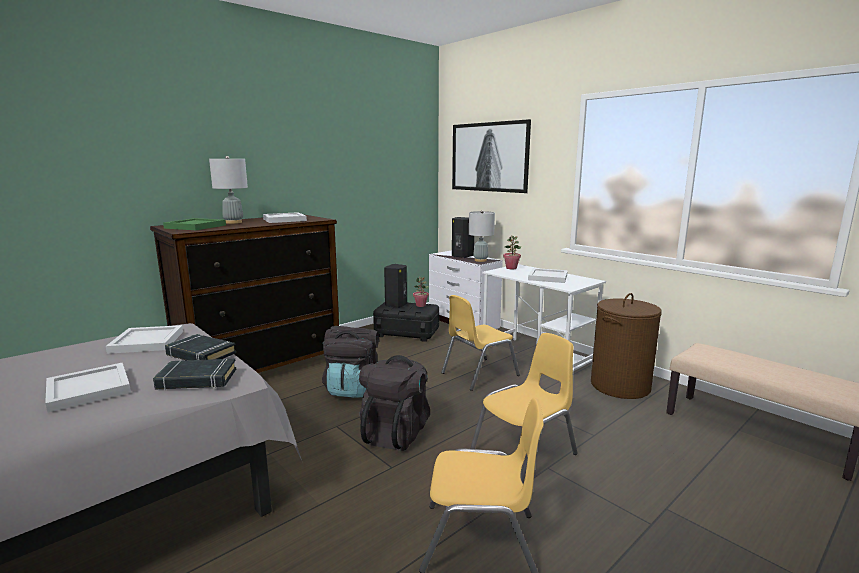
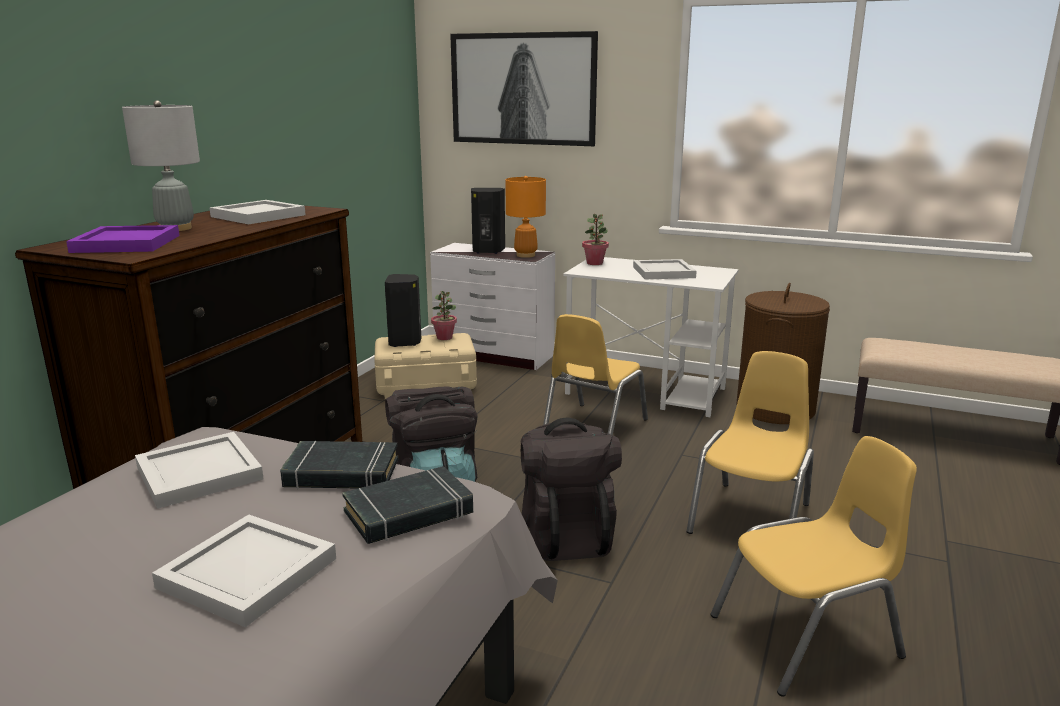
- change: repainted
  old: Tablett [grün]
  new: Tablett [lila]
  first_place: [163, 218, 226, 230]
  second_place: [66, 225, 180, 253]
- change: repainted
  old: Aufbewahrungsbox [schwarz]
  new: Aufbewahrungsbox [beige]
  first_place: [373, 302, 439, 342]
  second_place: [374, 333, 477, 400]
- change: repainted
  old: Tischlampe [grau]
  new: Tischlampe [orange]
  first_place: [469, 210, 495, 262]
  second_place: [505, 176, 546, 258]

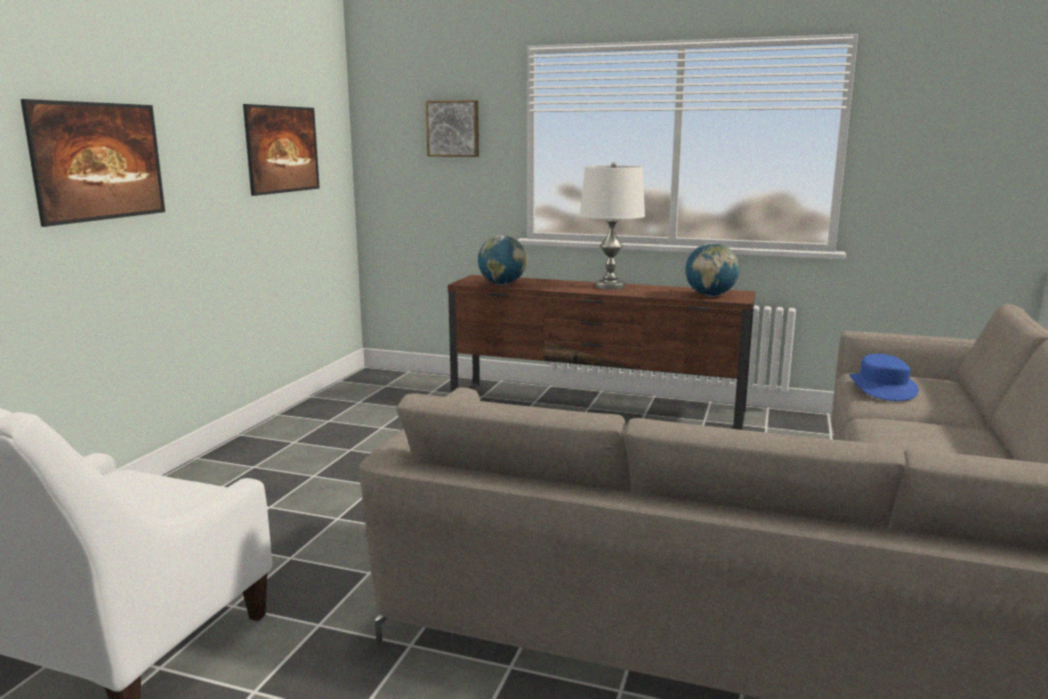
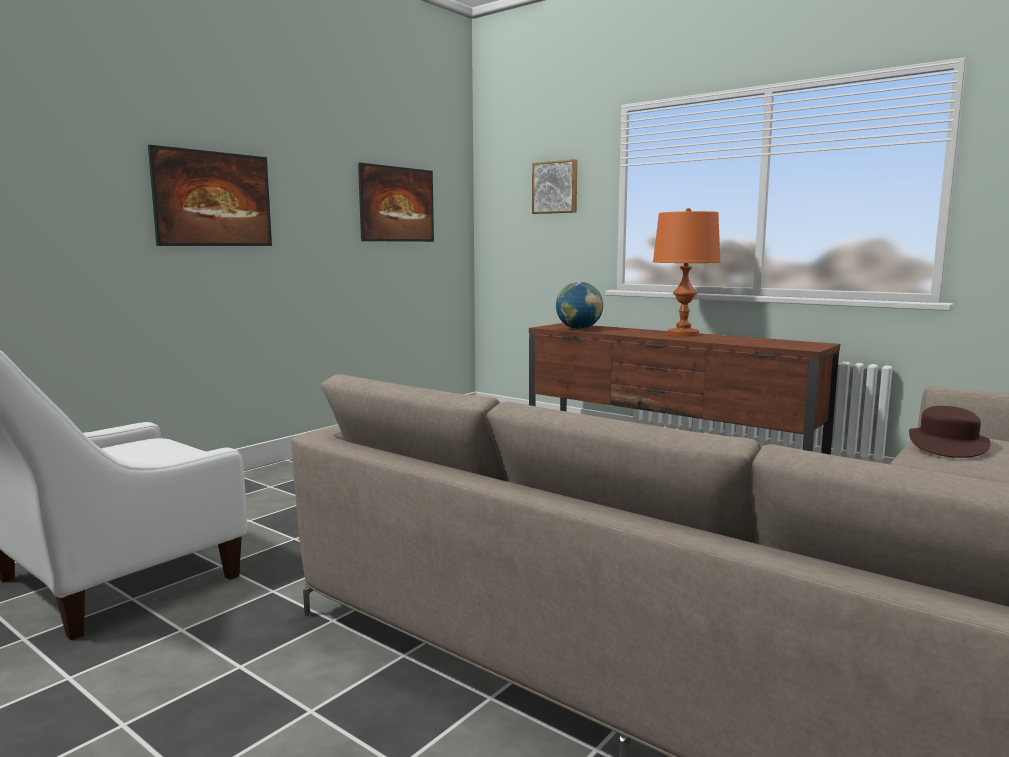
- change: repainted
  old: Tischlampe [weiß]
  new: Tischlampe [orange]
  first_place: [580, 162, 645, 290]
  second_place: [653, 208, 721, 337]
- change: gone
  old: Globus
  first_place: [685, 243, 740, 297]
- change: repainted
  old: Hut [blau]
  new: Hut [braun]
  first_place: [849, 354, 919, 401]
  second_place: [909, 406, 991, 458]

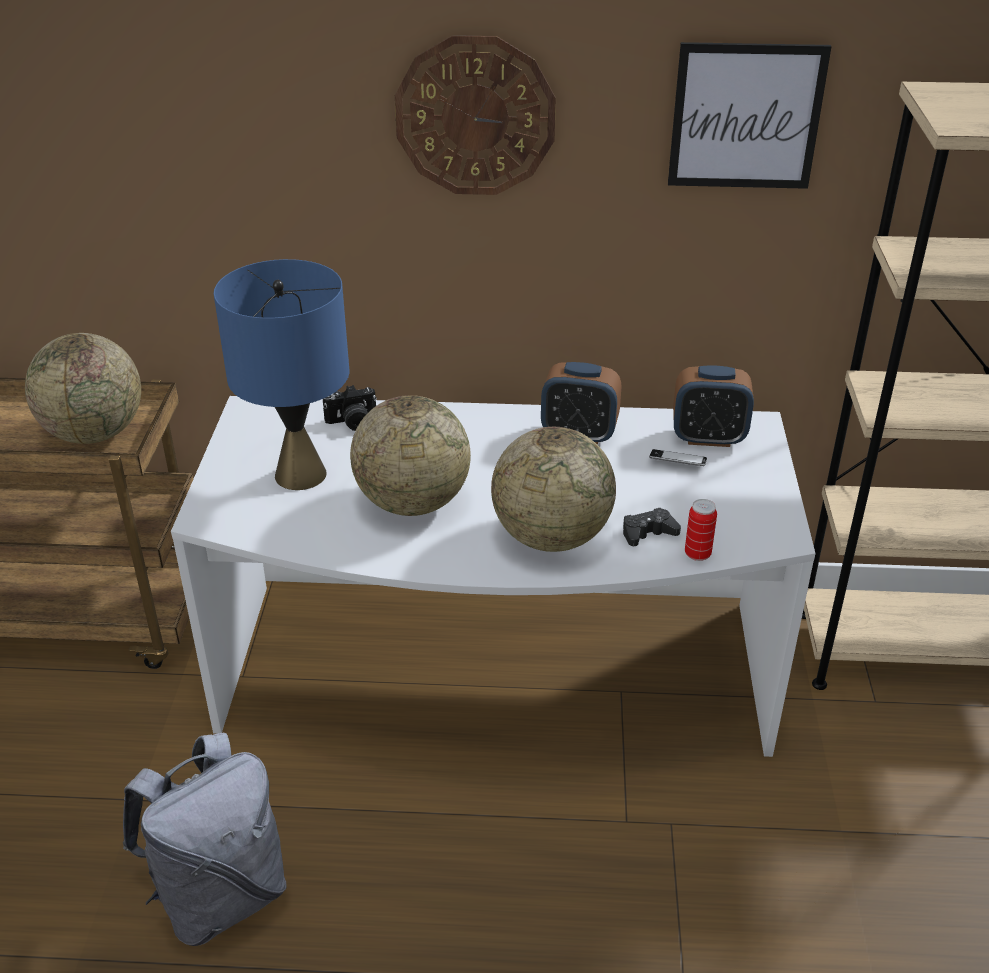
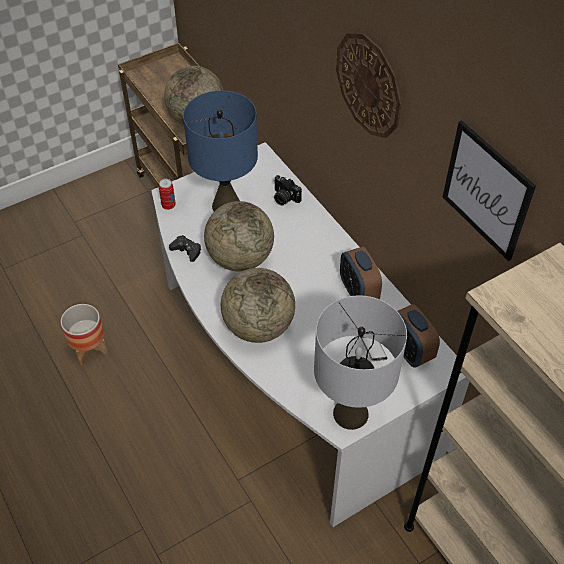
- change: swapped
  old: Rucksack [grau]
  new: Pflanzkübel
  first_place: [123, 733, 287, 946]
  second_place: [60, 304, 108, 365]
- change: shifted
  old: Gamepad [schwarz]
  first_place: [623, 508, 681, 546]
  second_place: [169, 235, 201, 262]
- change: shifted
  old: Dose
  first_place: [685, 499, 717, 561]
  second_place: [159, 179, 176, 210]
- change: new
  new: Tischlampe [grau]
  second_place: [314, 295, 407, 430]

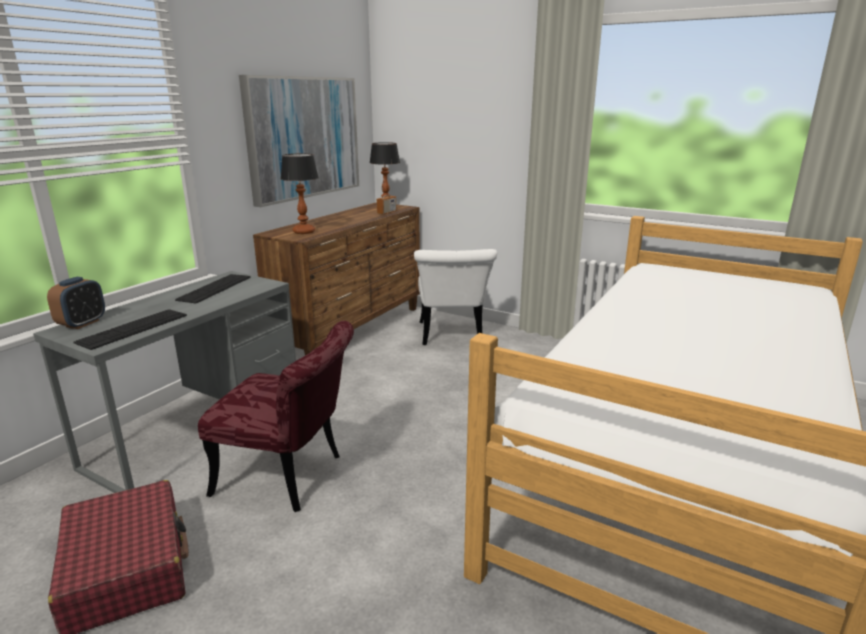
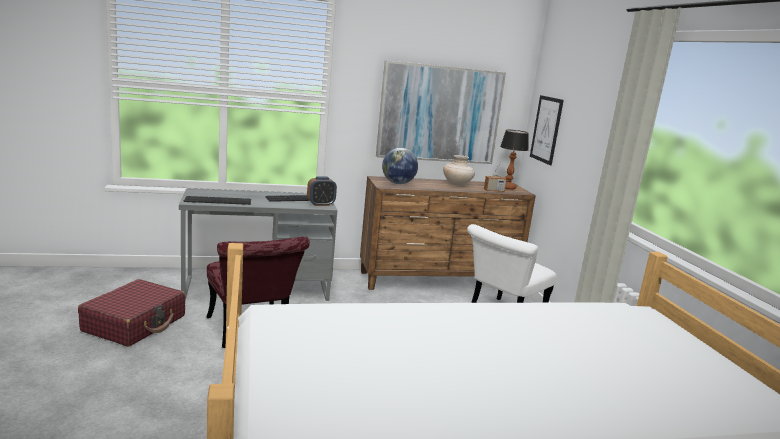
- change: shifted
  old: Wecker
  first_place: [47, 277, 105, 329]
  second_place: [307, 176, 337, 206]
- change: swapped
  old: Tischlampe
  new: Globus
  first_place: [281, 154, 319, 234]
  second_place: [382, 148, 418, 184]
- change: new
  new: Vase [beige]
  second_place: [443, 155, 475, 186]
- change: new
  new: Bild
  second_place: [530, 95, 564, 166]

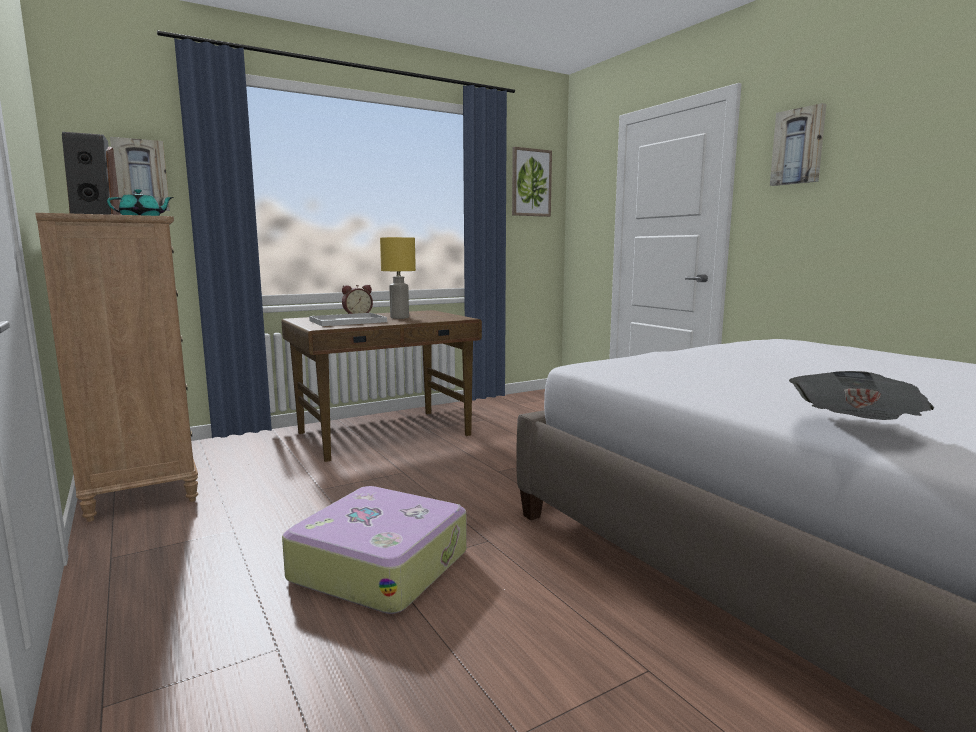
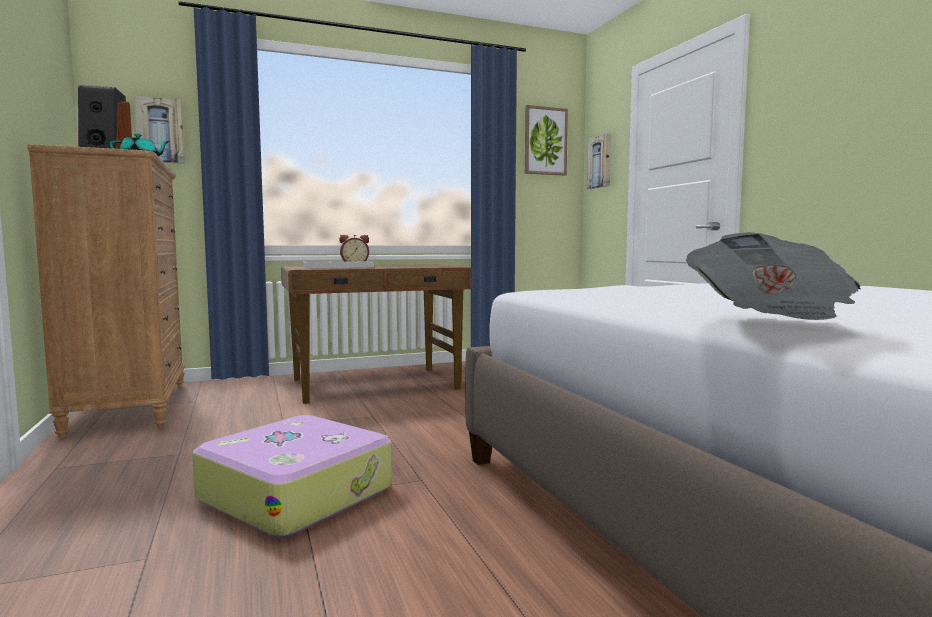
- change: gone
  old: Tischlampe [gelb]
  first_place: [380, 237, 416, 319]
- change: shifted
  old: Bild
  first_place: [770, 103, 827, 186]
  second_place: [587, 134, 611, 189]

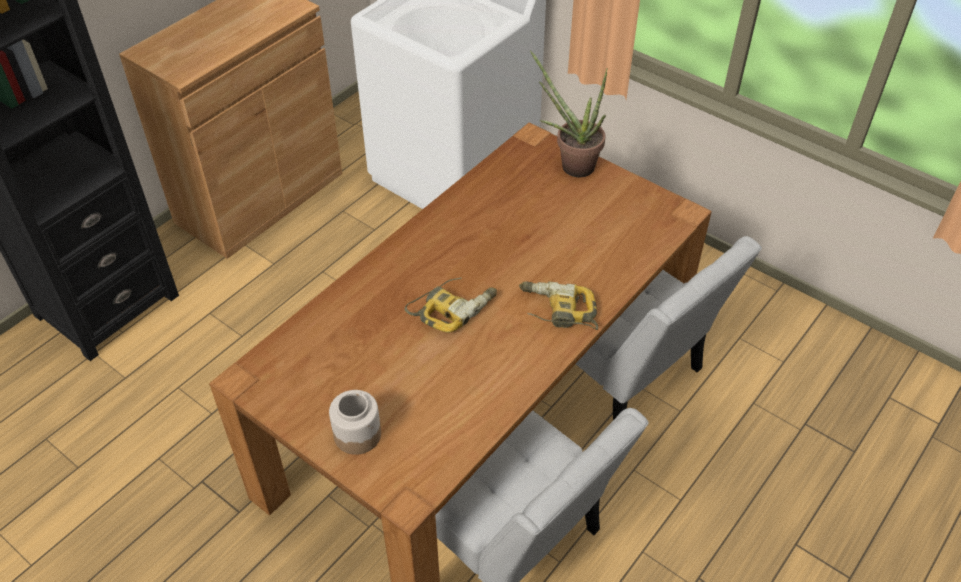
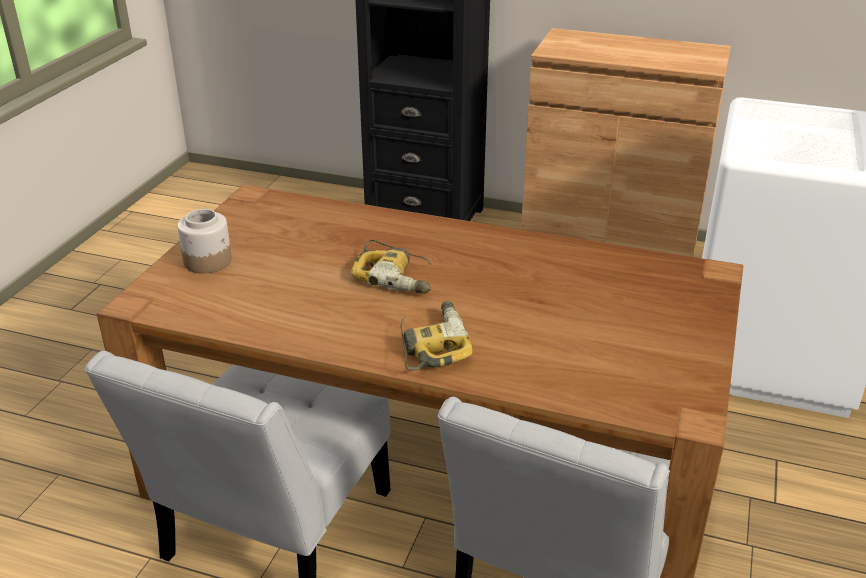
- change: gone
  old: Topfpflanze
  first_place: [530, 50, 608, 177]

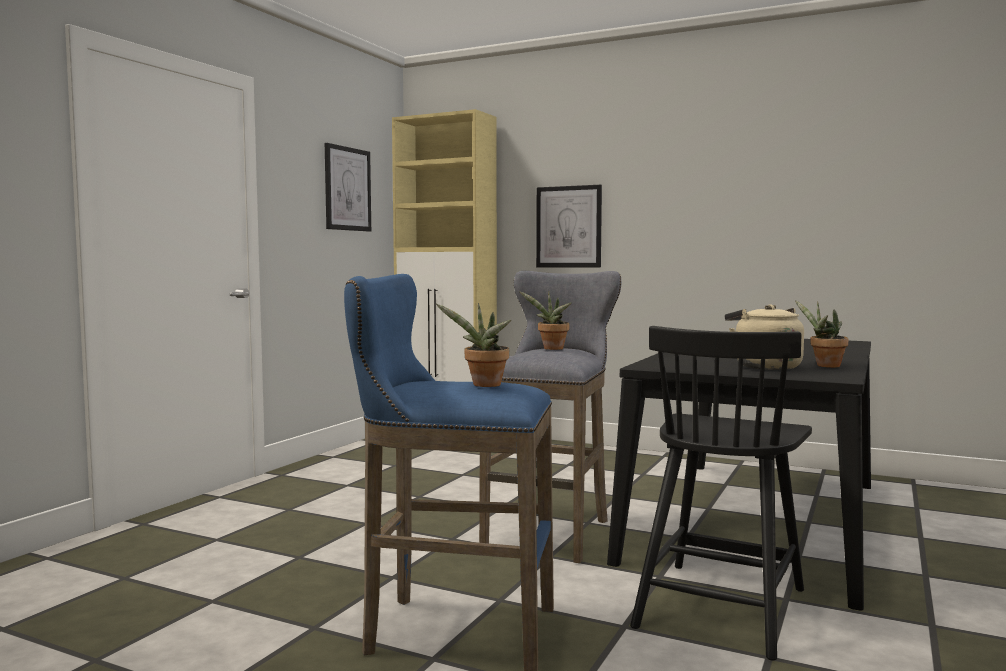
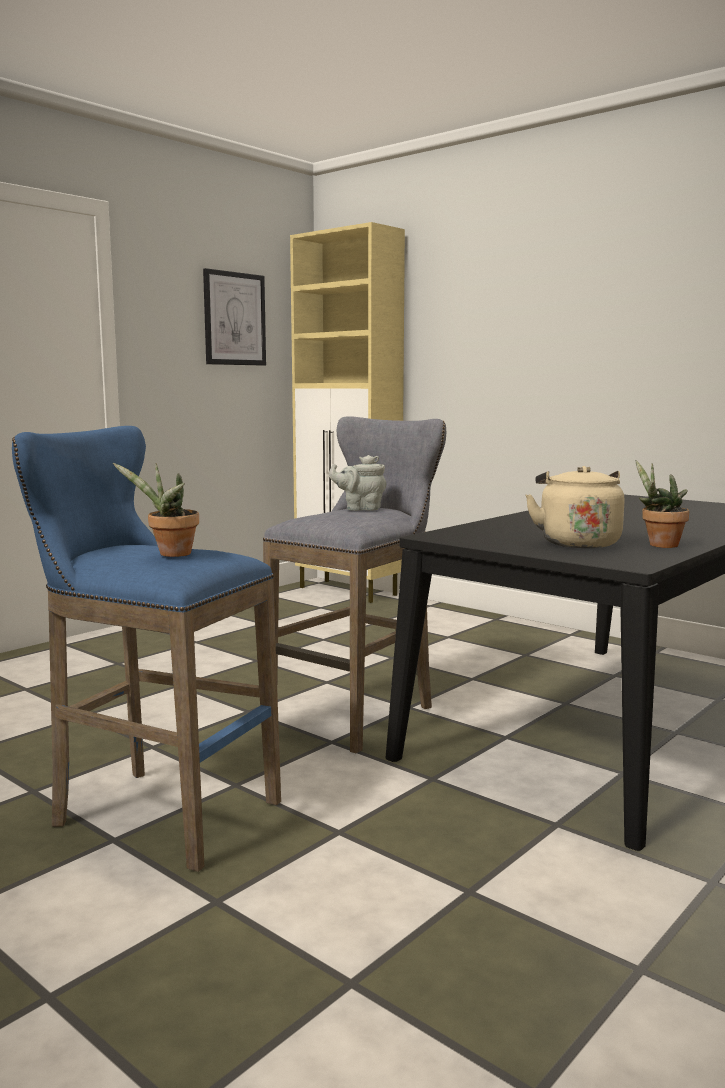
- change: swapped
  old: Topfpflanze
  new: Teekanne [grau]
  first_place: [519, 291, 572, 350]
  second_place: [329, 455, 387, 511]
- change: gone
  old: Bild
  first_place: [536, 185, 602, 268]
- change: gone
  old: Stuhl [schwarz]
  first_place: [630, 326, 812, 661]

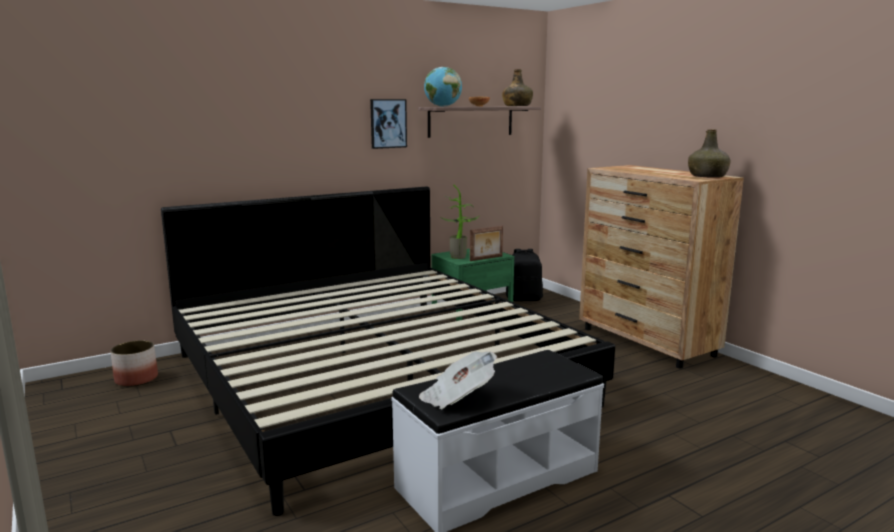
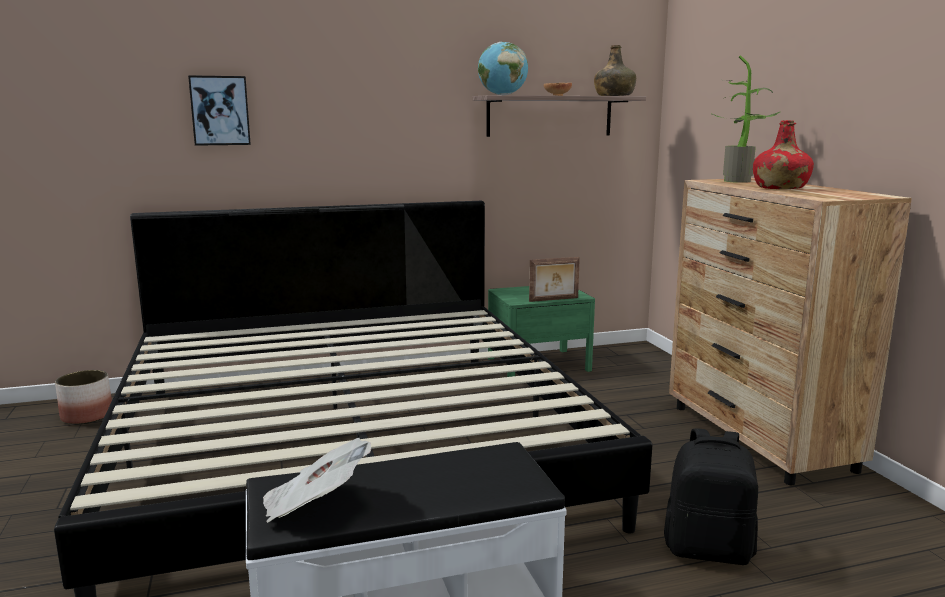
- change: shifted
  old: Bild
  first_place: [370, 99, 407, 149]
  second_place: [188, 75, 251, 146]
- change: shifted
  old: Topfpflanze
  first_place: [440, 185, 479, 259]
  second_place: [710, 55, 780, 183]
- change: shifted
  old: Rucksack [schwarz]
  first_place: [506, 249, 543, 301]
  second_place: [664, 428, 758, 565]
- change: gone
  old: Flasche [grün]
  first_place: [688, 129, 730, 177]
- change: new
  new: Flasche [rot]
  second_place: [753, 120, 814, 189]

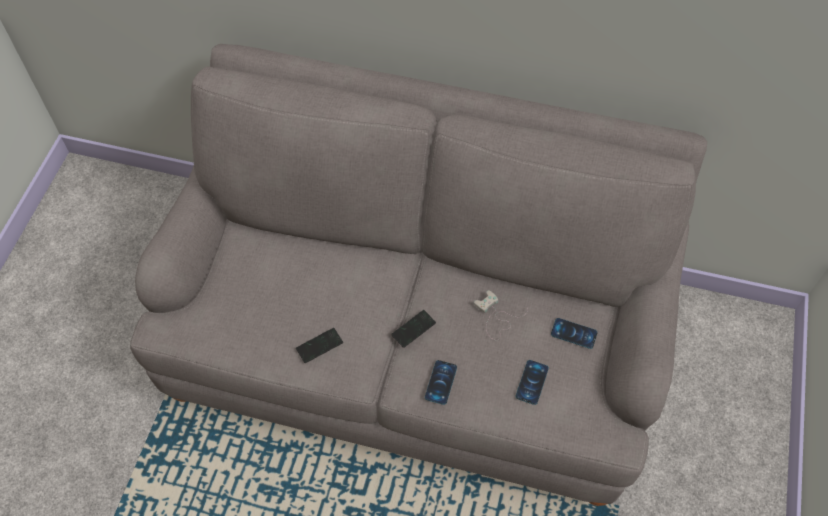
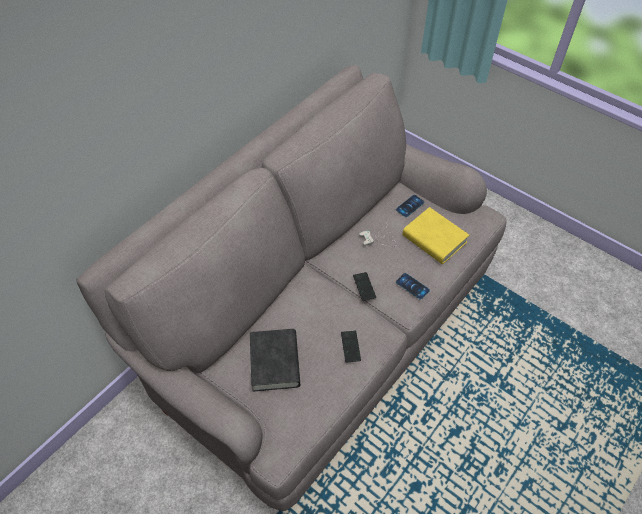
- change: swapped
  old: Handy
  new: Buch [gelb]
  first_place: [516, 360, 549, 405]
  second_place: [402, 207, 469, 264]
- change: new
  new: Buch [schwarz]
  second_place: [250, 329, 300, 392]

